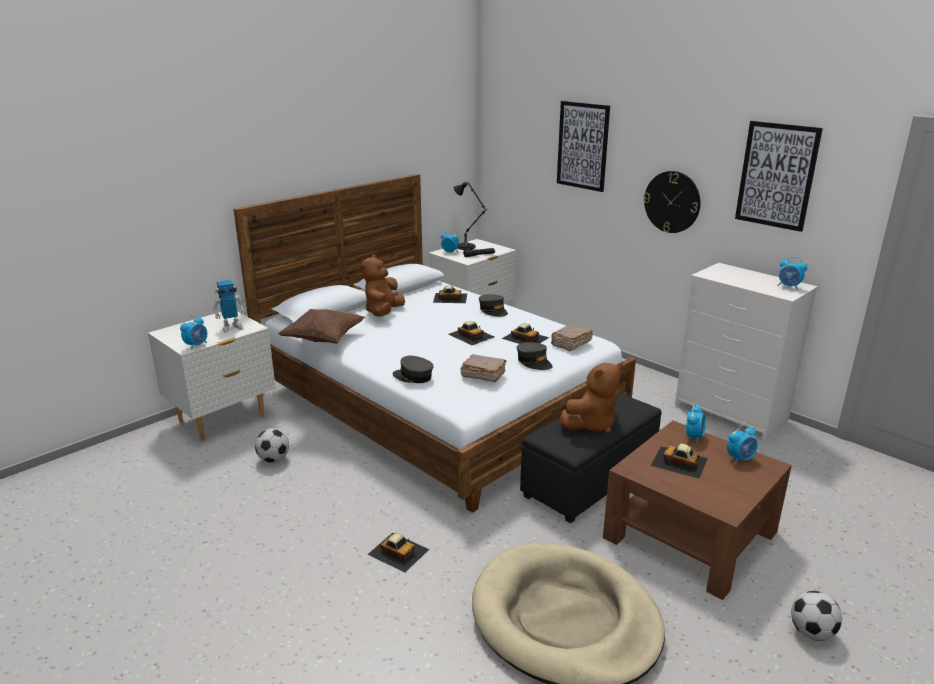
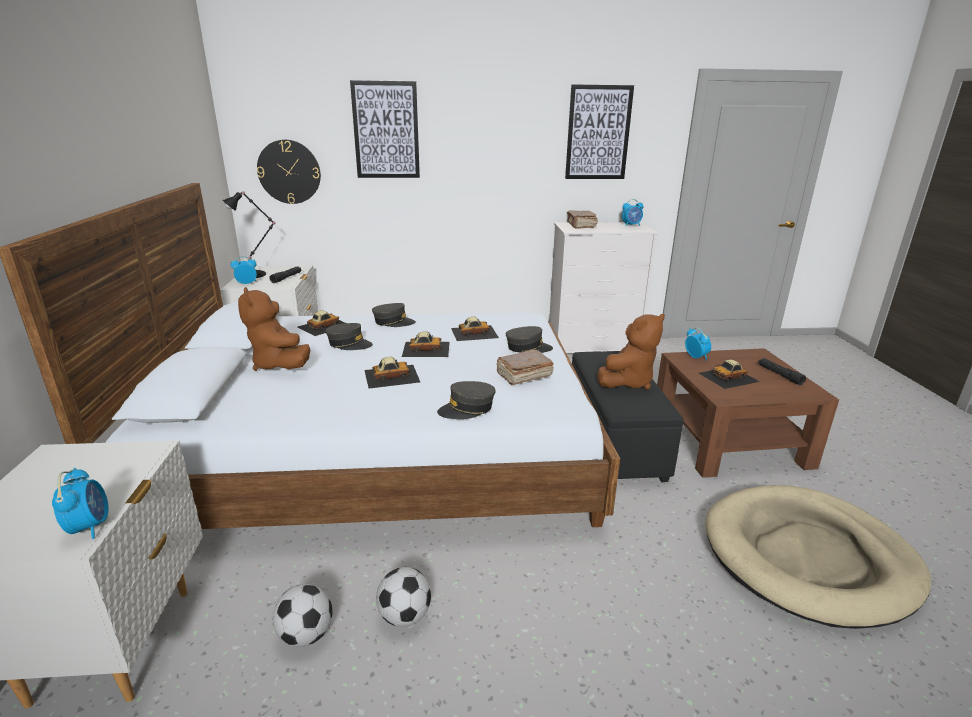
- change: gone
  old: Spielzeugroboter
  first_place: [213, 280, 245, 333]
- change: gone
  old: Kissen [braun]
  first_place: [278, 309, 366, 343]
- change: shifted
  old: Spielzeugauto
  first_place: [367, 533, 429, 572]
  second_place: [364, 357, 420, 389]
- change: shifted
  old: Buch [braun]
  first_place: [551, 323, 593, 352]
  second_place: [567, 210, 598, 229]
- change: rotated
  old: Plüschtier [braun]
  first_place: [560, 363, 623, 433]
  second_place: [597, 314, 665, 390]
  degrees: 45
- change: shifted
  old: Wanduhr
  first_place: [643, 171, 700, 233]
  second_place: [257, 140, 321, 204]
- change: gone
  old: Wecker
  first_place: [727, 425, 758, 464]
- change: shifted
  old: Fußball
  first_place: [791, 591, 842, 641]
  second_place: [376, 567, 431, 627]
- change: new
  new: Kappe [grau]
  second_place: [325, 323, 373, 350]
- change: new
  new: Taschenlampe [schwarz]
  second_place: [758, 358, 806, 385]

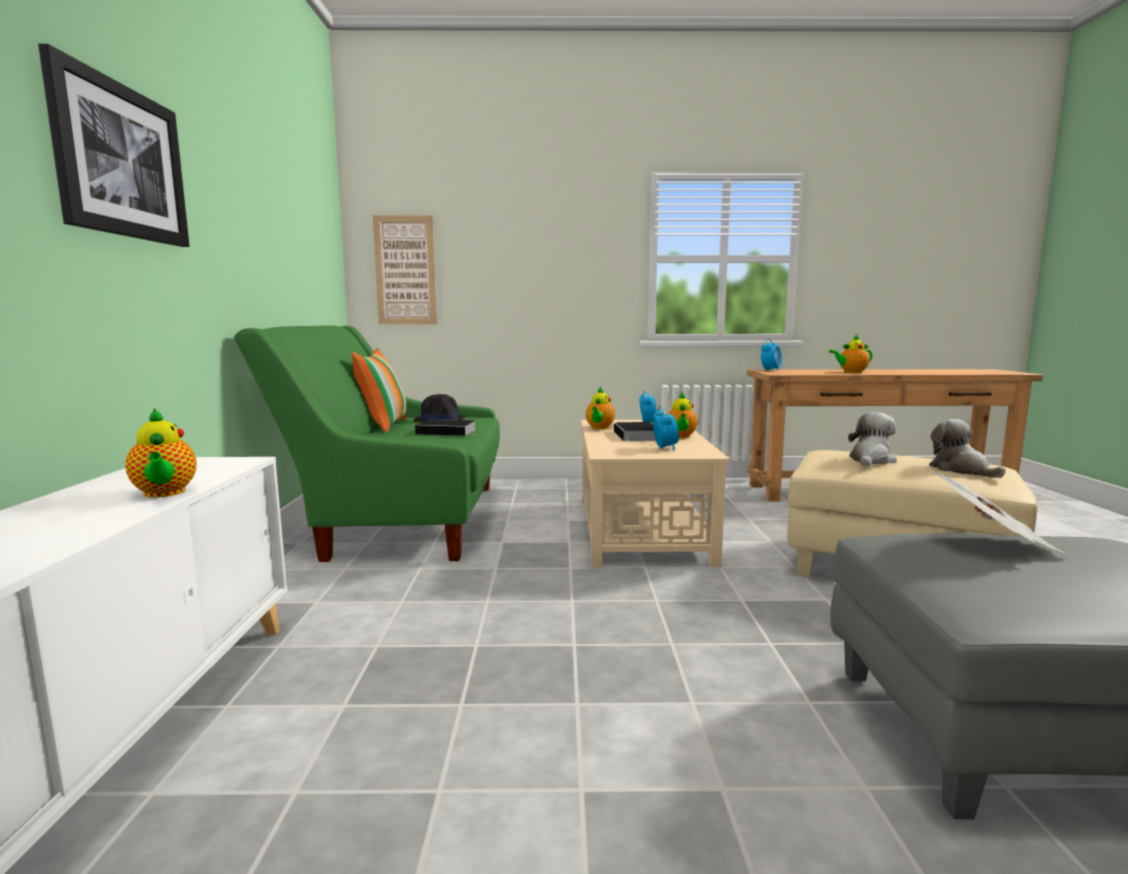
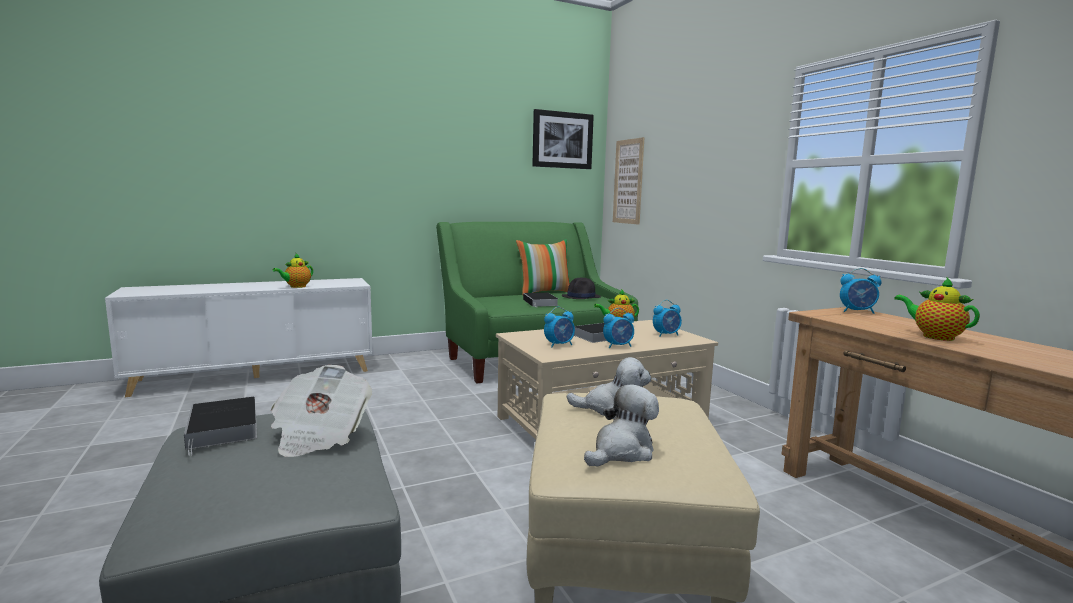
- change: shifted
  old: Bild
  first_place: [38, 44, 190, 247]
  second_place: [532, 109, 594, 169]
- change: swapped
  old: Teekanne
  new: Wecker
  first_place: [669, 392, 698, 438]
  second_place: [603, 308, 634, 348]
- change: new
  new: Buch
  second_place: [184, 397, 257, 456]

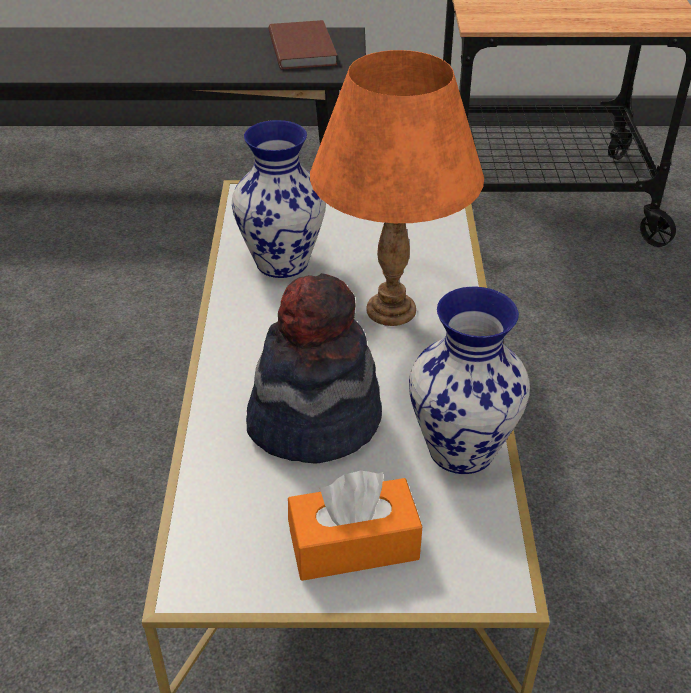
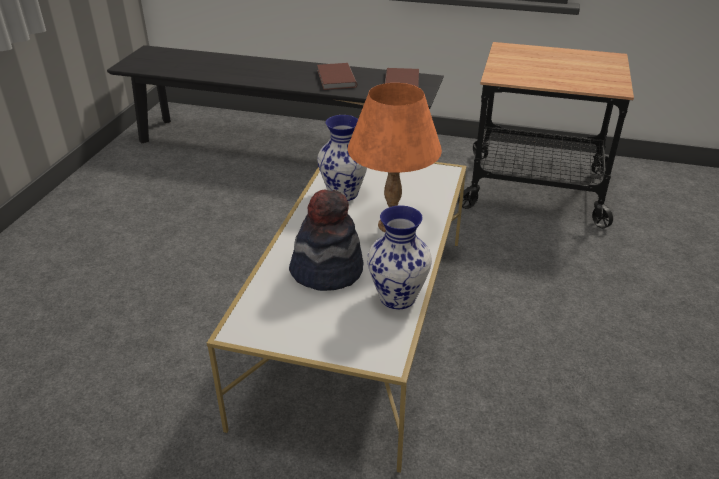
- change: gone
  old: Taschentuchbox [orange]
  first_place: [288, 470, 422, 581]
- change: new
  new: Buch [braun]
  second_place: [317, 63, 357, 90]

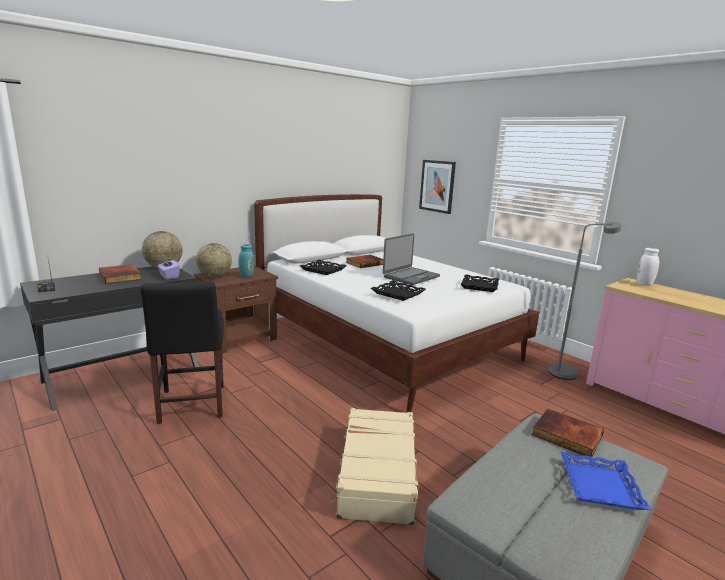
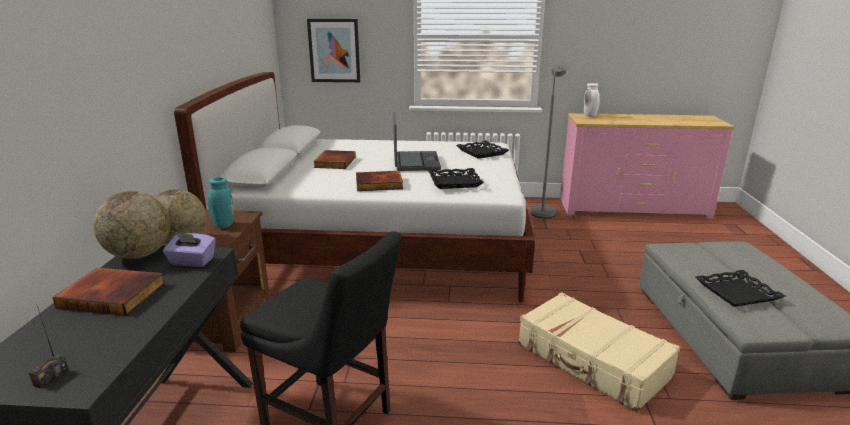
- change: shifted
  old: Tablett [schwarz]
  first_place: [300, 260, 347, 275]
  second_place: [695, 270, 786, 307]
- change: shifted
  old: Buch
  first_place: [532, 409, 604, 457]
  second_place: [356, 171, 403, 191]
- change: gone
  old: Tablett [blau]
  first_place: [561, 452, 651, 510]

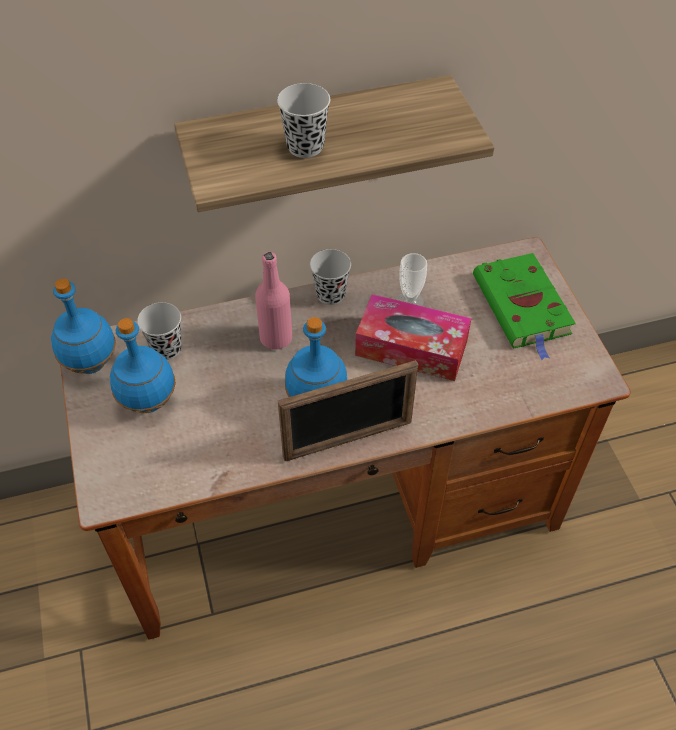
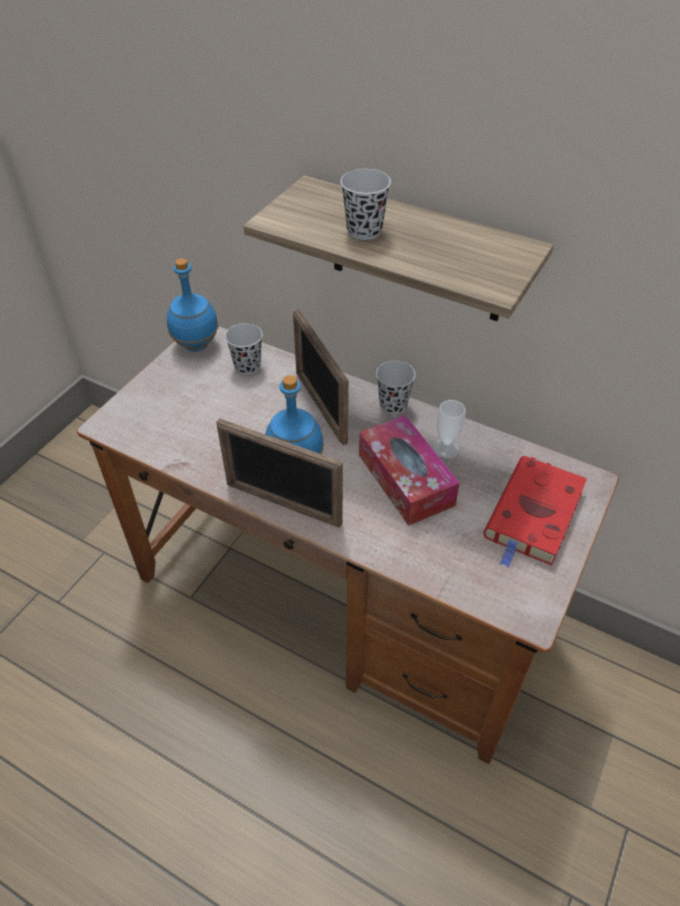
- change: gone
  old: Flasche [blau]
  first_place: [110, 318, 176, 413]
- change: swapped
  old: Flasche [rosa]
  new: Bilderrahmen
  first_place: [255, 252, 292, 350]
  second_place: [293, 309, 349, 445]
- change: repainted
  old: Buch [grün]
  new: Buch [rot]
  first_place: [473, 253, 576, 360]
  second_place: [483, 456, 587, 568]

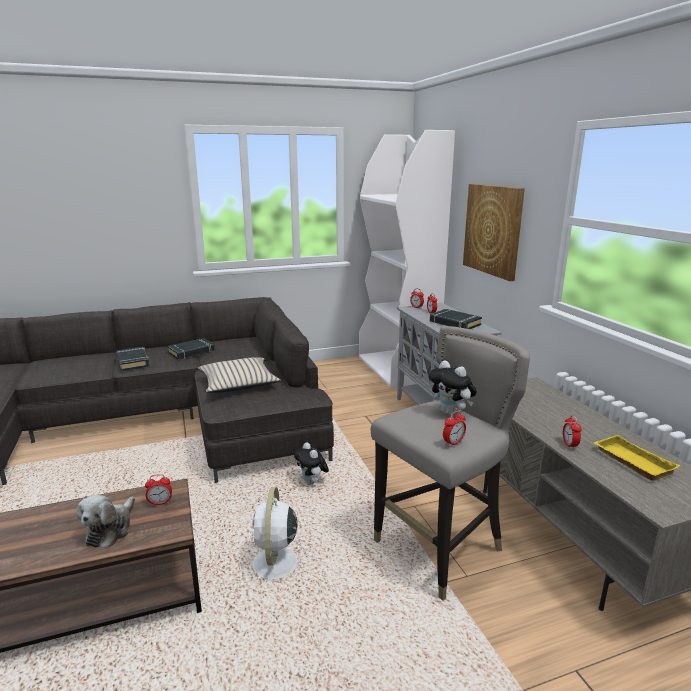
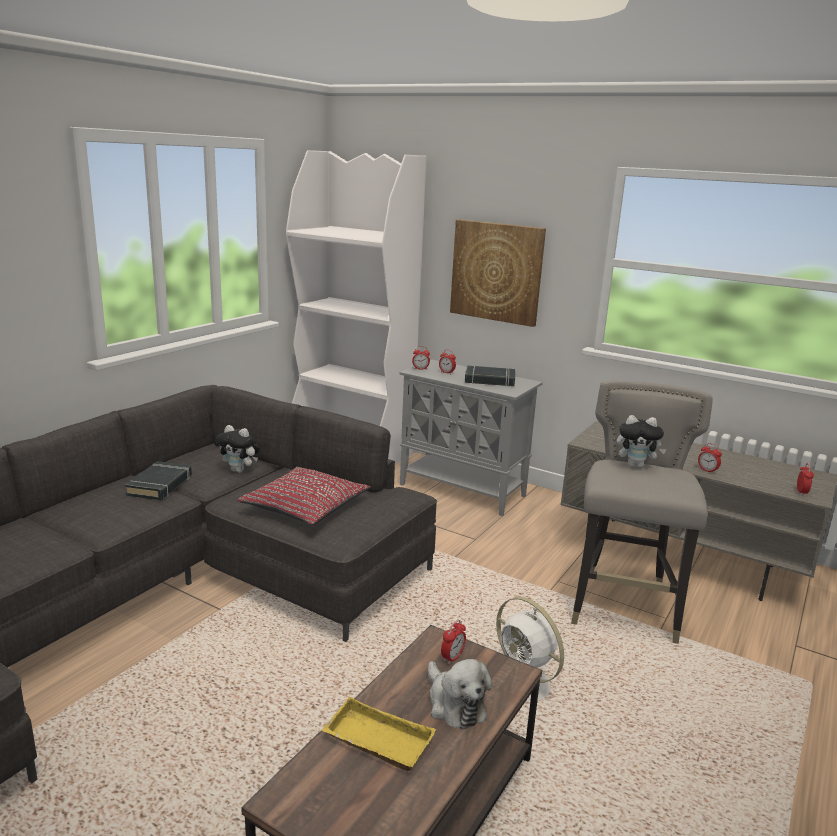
- change: gone
  old: Buch [schwarz]
  first_place: [116, 347, 150, 371]
- change: repainted
  old: Kissen [beige]
  new: Kissen [rot]
  first_place: [198, 357, 281, 393]
  second_place: [237, 467, 370, 525]
- change: shifted
  old: Plüschtier
  first_place: [294, 443, 329, 485]
  second_place: [216, 425, 260, 473]
- change: shifted
  old: Wecker
  first_place: [443, 410, 466, 447]
  second_place: [797, 463, 814, 496]
- change: shifted
  old: Tablett [gelb]
  first_place: [594, 435, 680, 481]
  second_place: [322, 697, 436, 771]

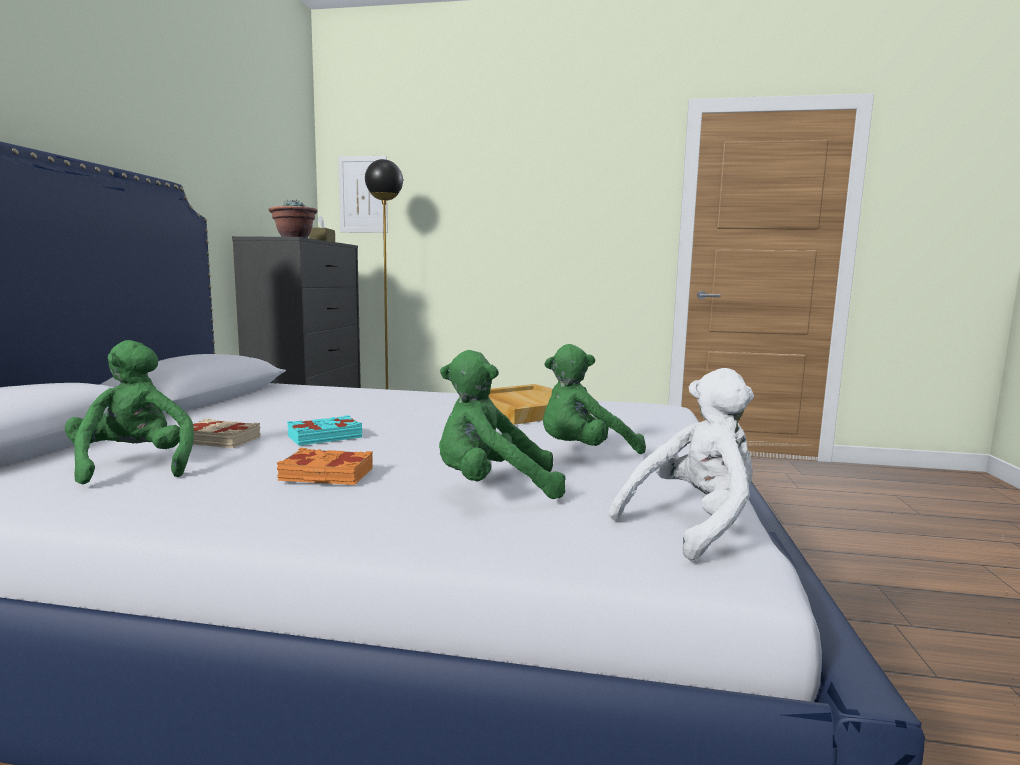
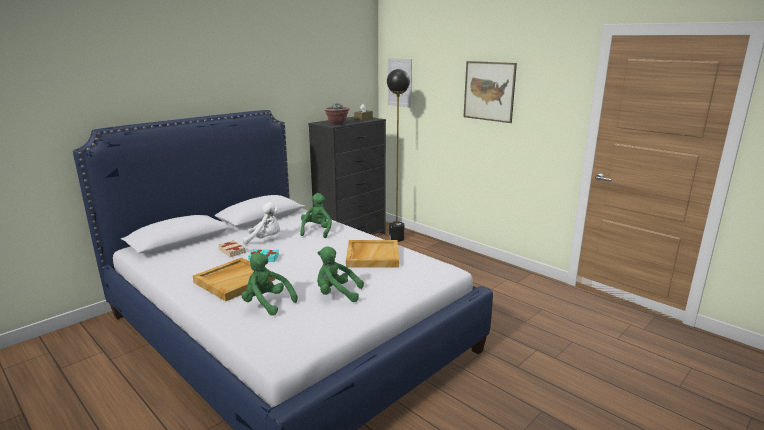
- change: shifted
  old: Plüschtier [grün]
  first_place: [65, 340, 194, 484]
  second_place: [300, 193, 332, 238]
- change: swapped
  old: Buch [orange]
  new: Tablett [beige]
  first_place: [277, 448, 373, 485]
  second_place: [193, 257, 275, 301]
- change: shifted
  old: Plüschtier [weiß]
  first_place: [609, 368, 754, 561]
  second_place: [243, 202, 280, 245]
- change: new
  new: Bild
  second_place: [463, 61, 517, 123]

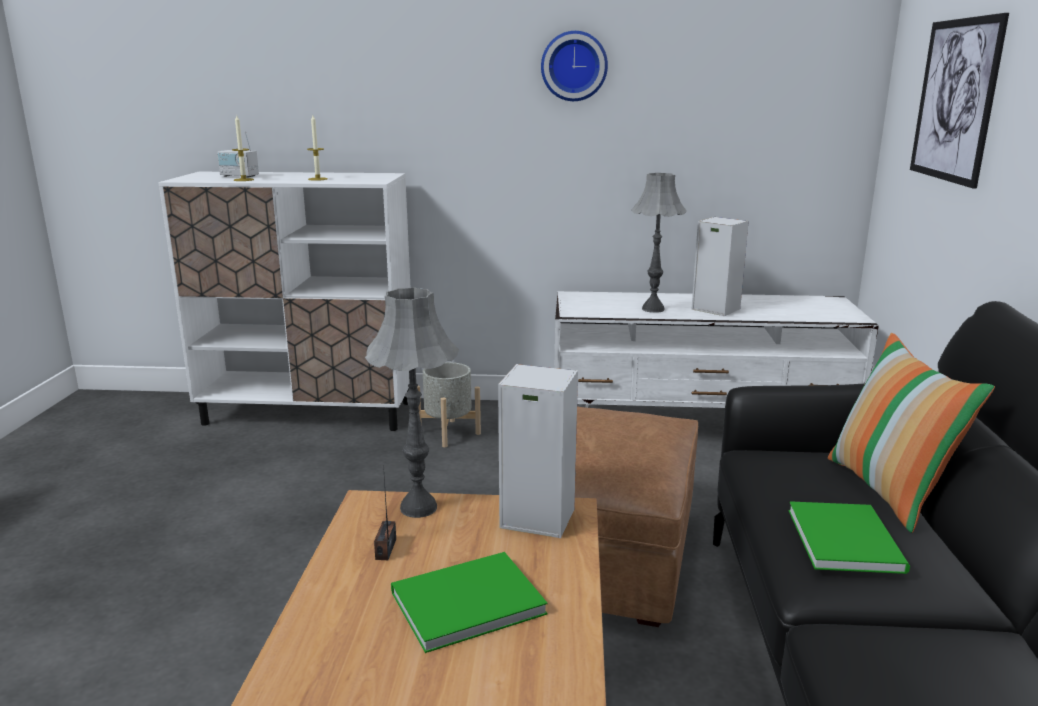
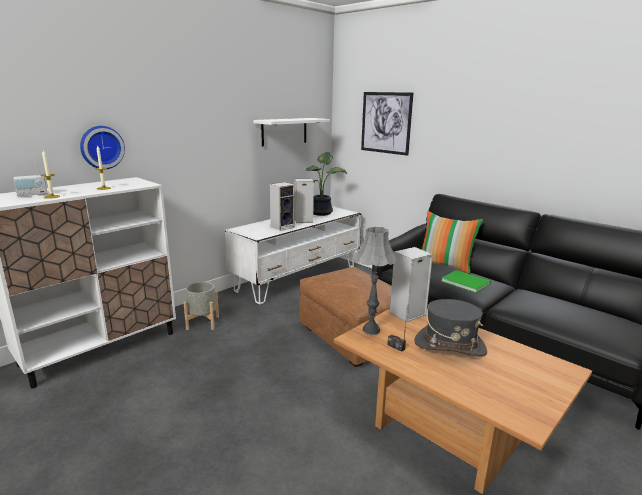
- change: swapped
  old: Buch [grün]
  new: Hut [grau]
  first_place: [391, 552, 548, 653]
  second_place: [414, 299, 487, 356]
- change: shifted
  old: Wanduhr
  first_place: [541, 31, 608, 101]
  second_place: [80, 126, 125, 169]
- change: swapped
  old: Tischlampe [grau]
  new: Lautsprecher
  first_place: [631, 173, 687, 313]
  second_place: [270, 182, 295, 231]
- change: new
  new: Wandregal [weiß]
  second_place: [253, 118, 330, 146]
- change: new
  new: Topfpflanze
  second_place: [306, 152, 347, 216]

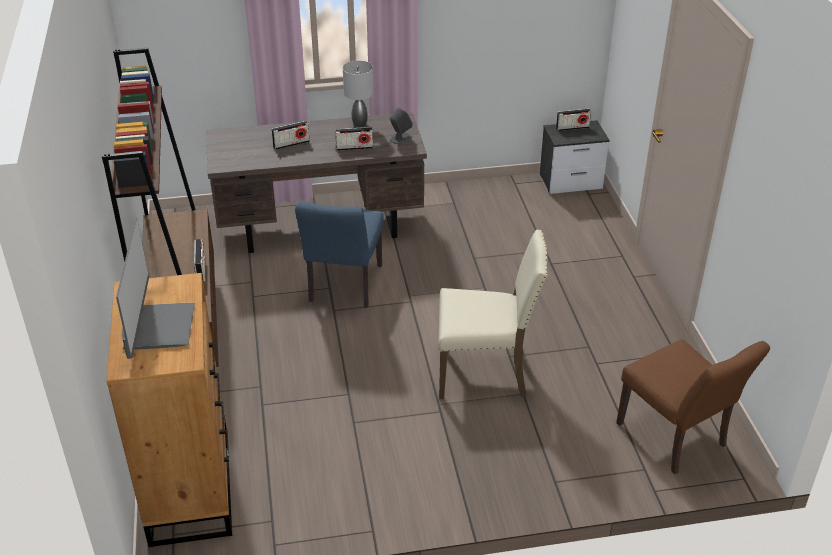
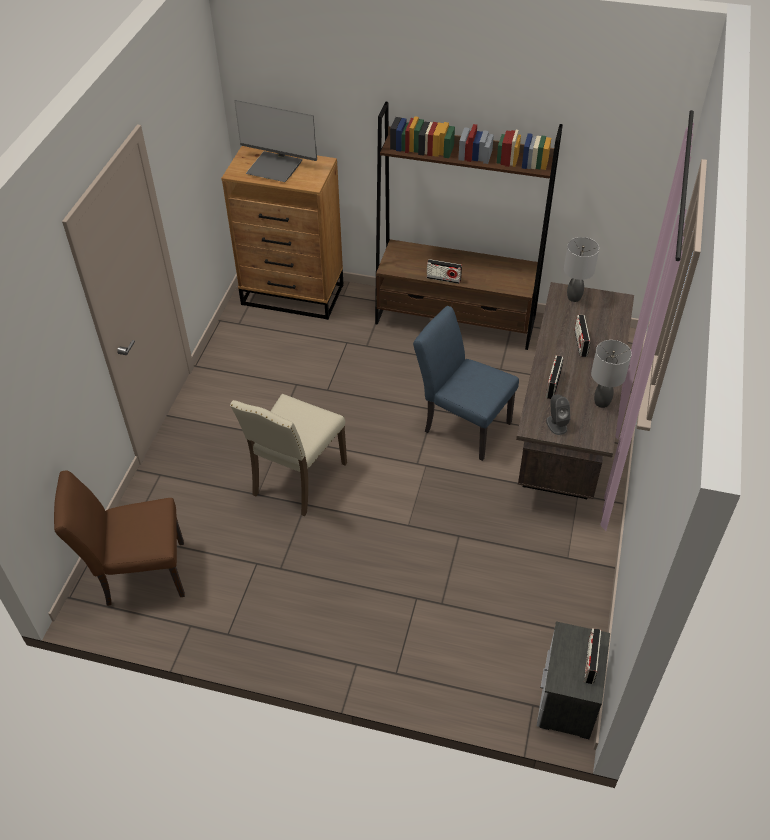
- change: new
  new: Tischlampe [grau]
  second_place: [564, 237, 599, 302]

